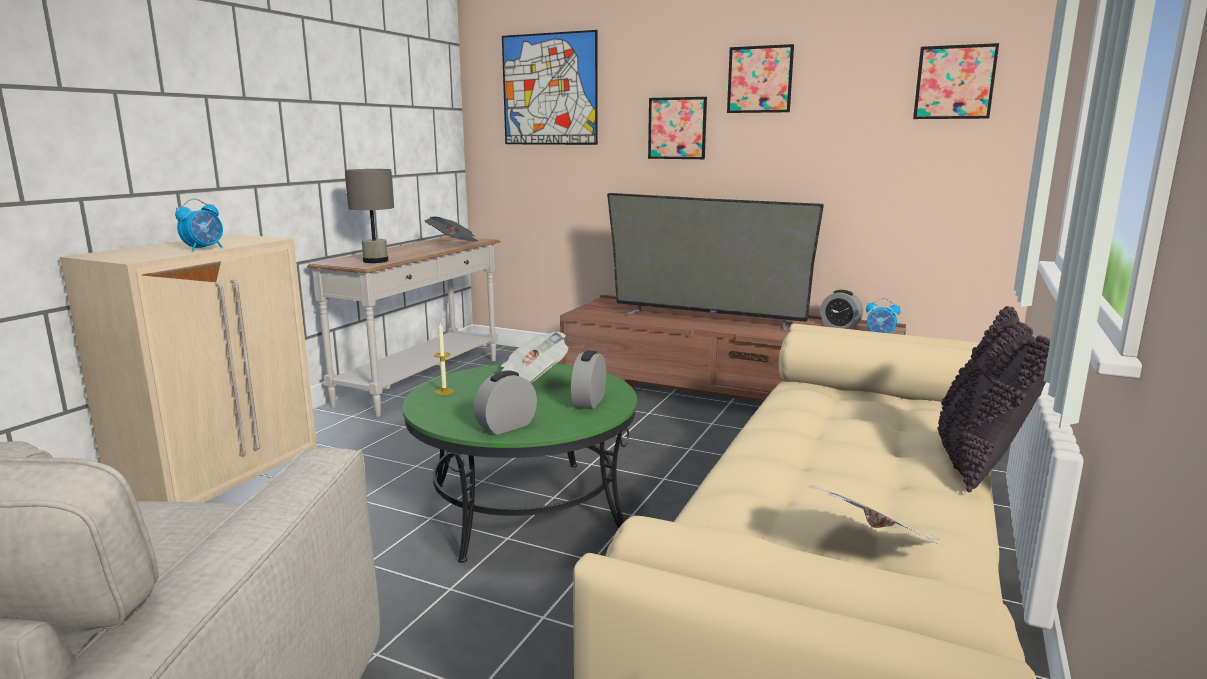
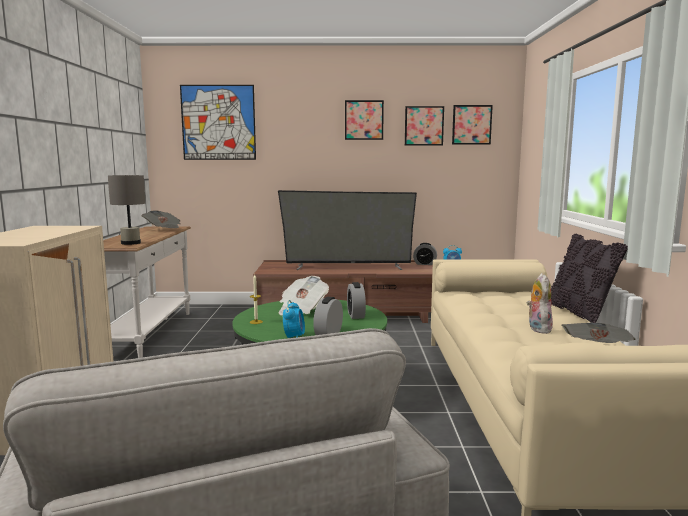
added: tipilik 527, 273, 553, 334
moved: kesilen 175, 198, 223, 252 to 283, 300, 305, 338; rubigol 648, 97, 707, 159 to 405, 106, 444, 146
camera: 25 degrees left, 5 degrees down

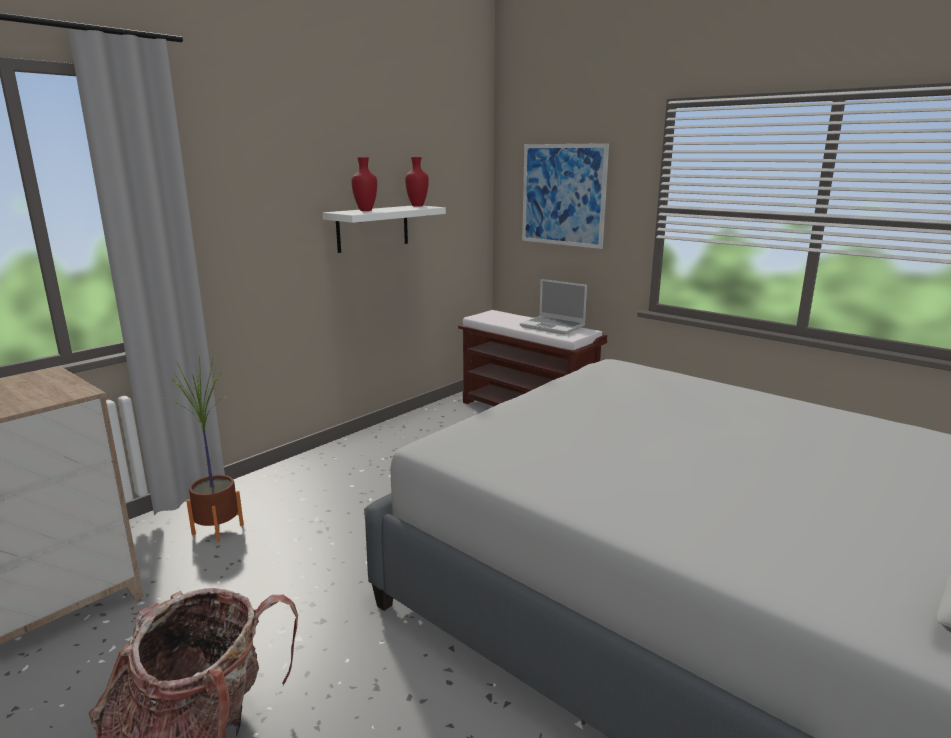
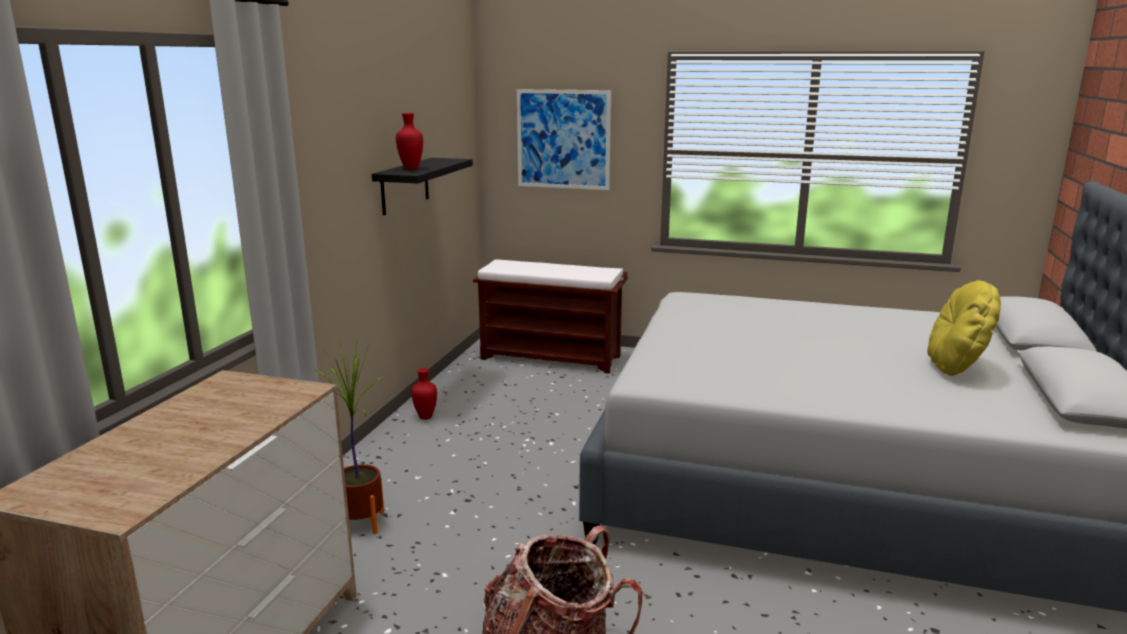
removed: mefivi 520, 279, 587, 335
added: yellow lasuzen 927, 280, 1001, 376
moved: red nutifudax 405, 157, 429, 207 to 411, 368, 437, 420
recoloured: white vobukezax 323, 206, 446, 253 to black vobukezax 372, 158, 473, 215
camera: 25 degrees left, 0 degrees up

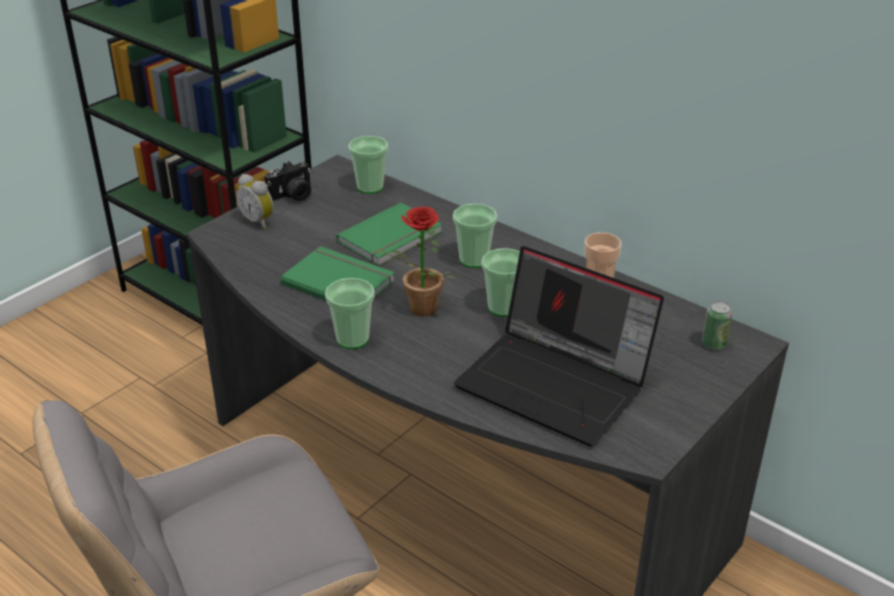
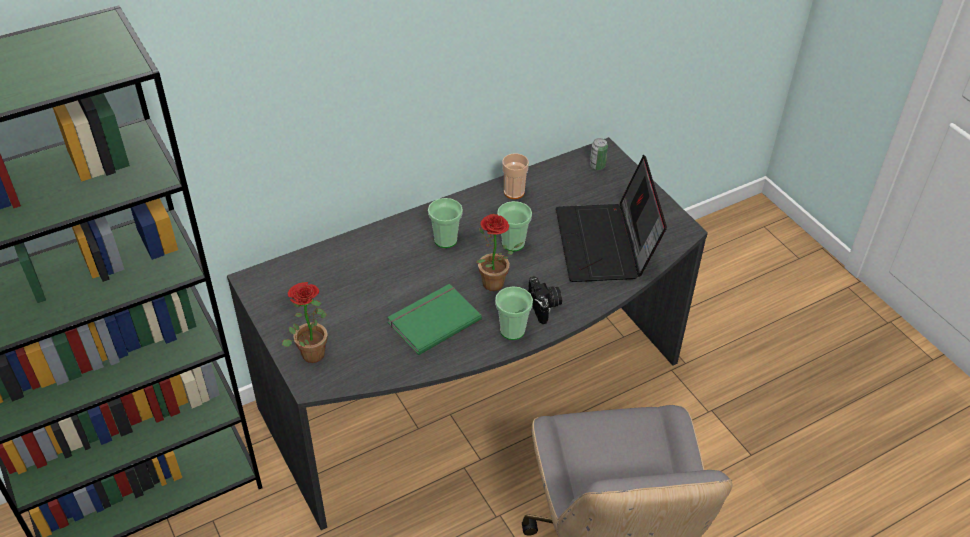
removed: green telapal 336, 203, 443, 266; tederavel 348, 136, 388, 194
moved: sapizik 264, 161, 311, 202 to 528, 276, 562, 324
replaced: kesilen 236, 174, 274, 229 to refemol 282, 282, 328, 363
turned: mefivi 454, 246, 664, 446 = 556, 155, 667, 282 120 degrees clockwise
camera: 70 degrees left, 10 degrees up

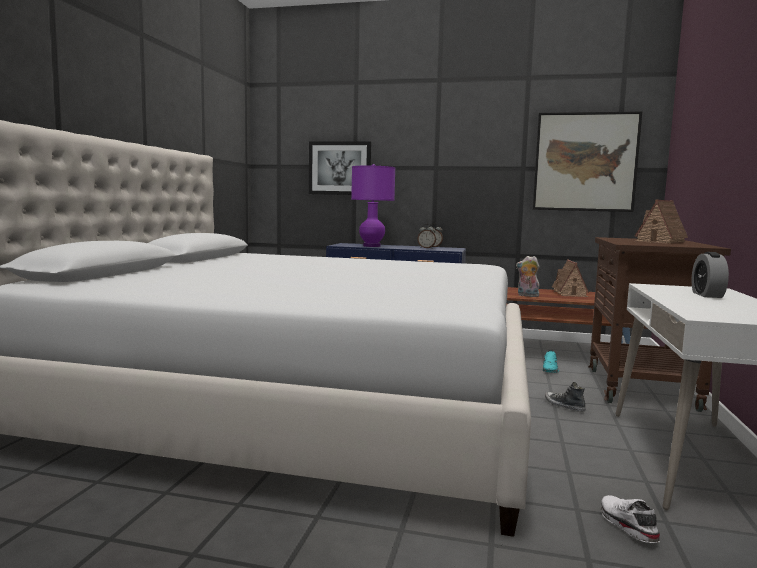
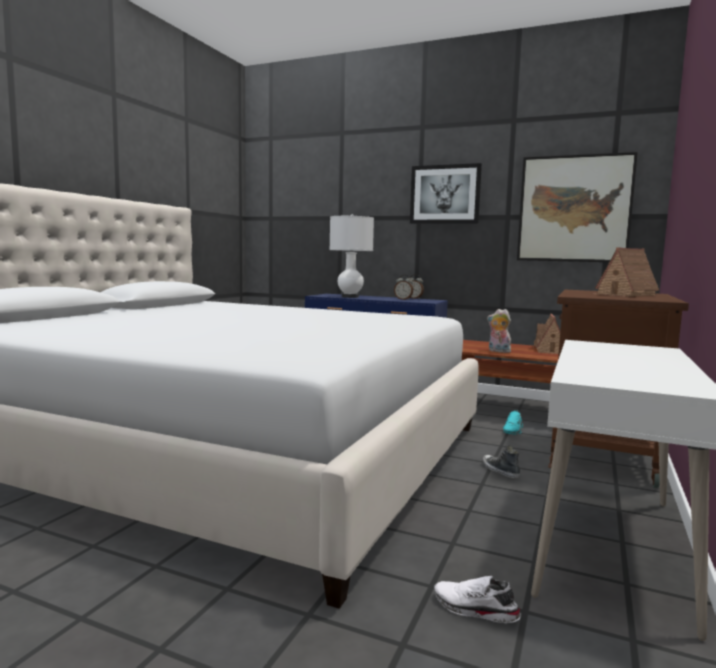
removed: kesilen 691, 252, 729, 298
moved: rubigol 309, 141, 371, 195 to 410, 163, 482, 224
recoloured: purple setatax 351, 164, 395, 247 to white setatax 329, 214, 374, 298
turned: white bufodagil 601, 495, 660, 543 = 434, 576, 521, 623 60 degrees counterclockwise
camera: 10 degrees right, 0 degrees up

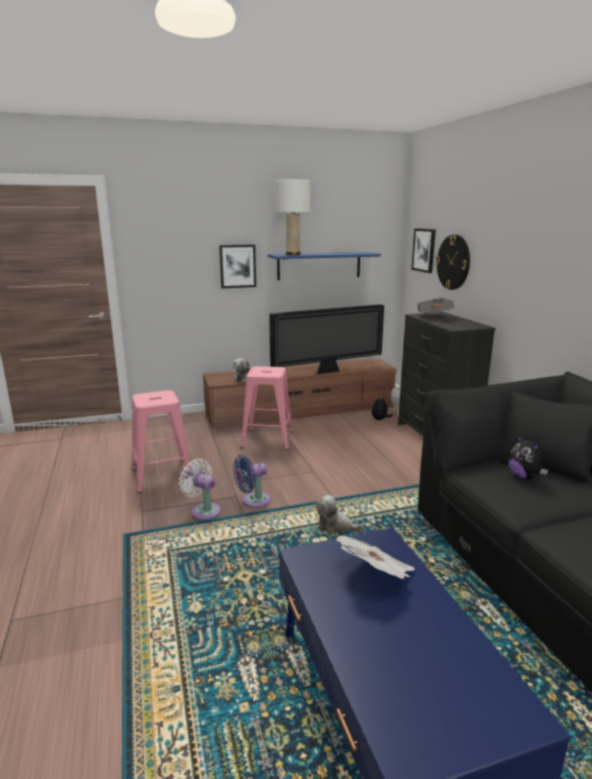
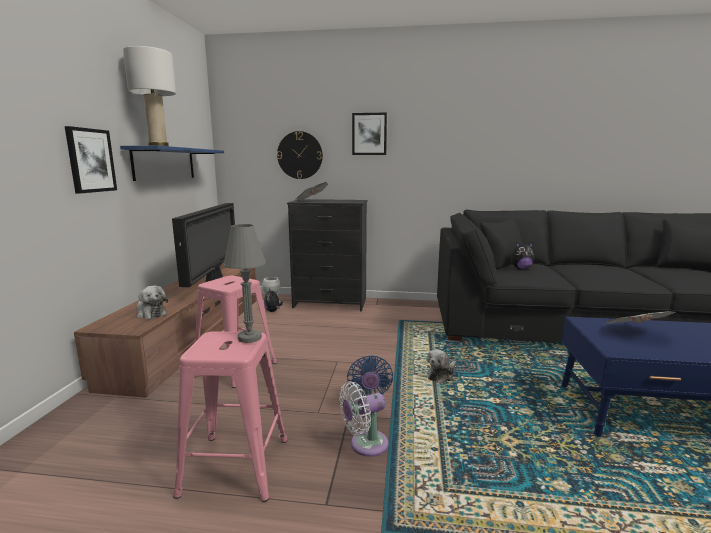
added: grey setatax 223, 224, 266, 343
moved: rubigol 411, 228, 436, 273 to 352, 112, 387, 155
camera: 65 degrees left, 5 degrees down

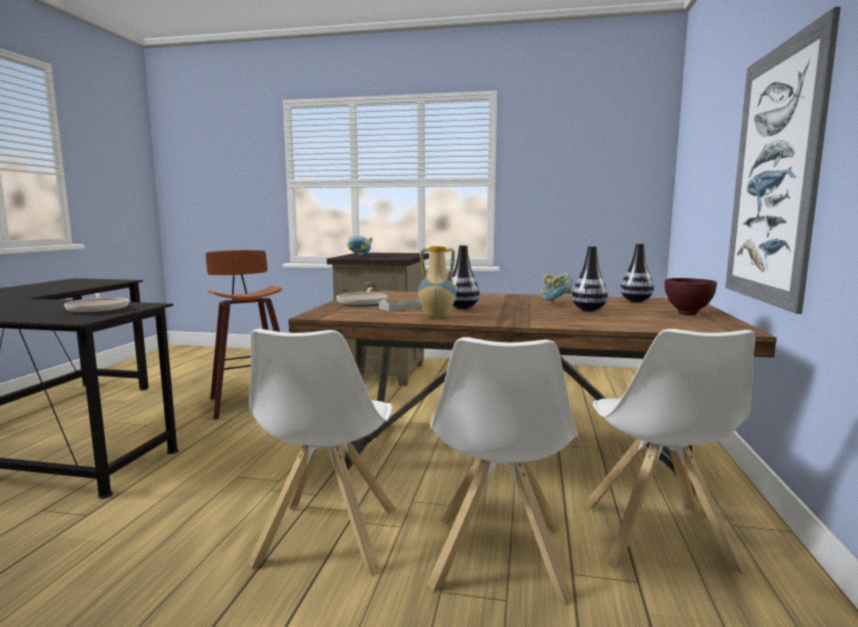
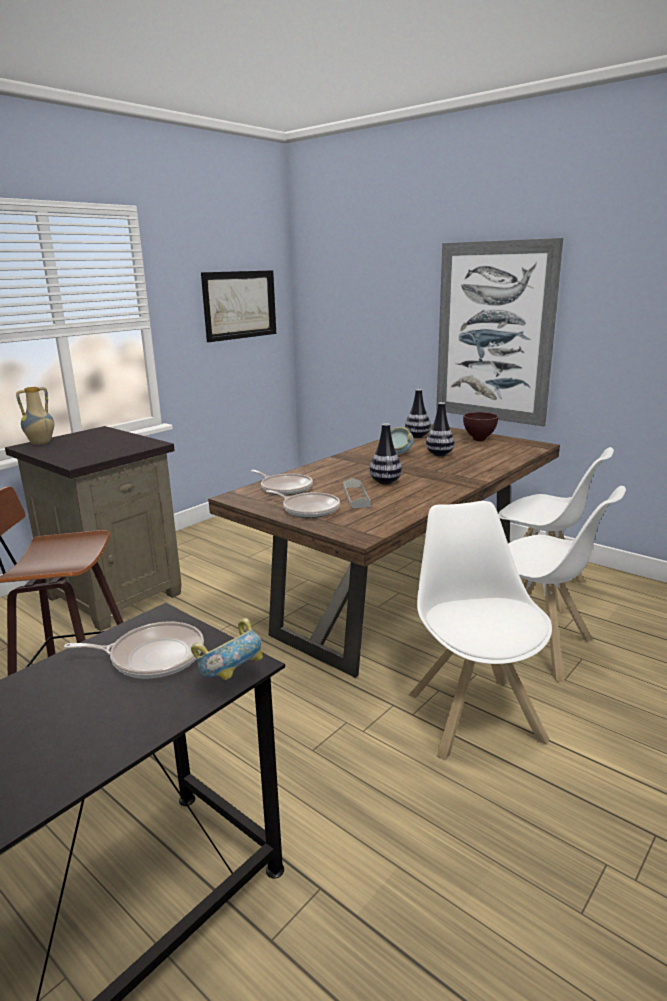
added: rubigol 201, 270, 276, 342; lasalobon 251, 470, 313, 495
moved: nutifudax 418, 246, 456, 318 to 16, 387, 54, 445; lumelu 347, 236, 372, 256 to 191, 618, 263, 680
turned: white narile 248, 329, 396, 575 = 408, 501, 552, 760 135 degrees counterclockwise
camera: 60 degrees left, 10 degrees up

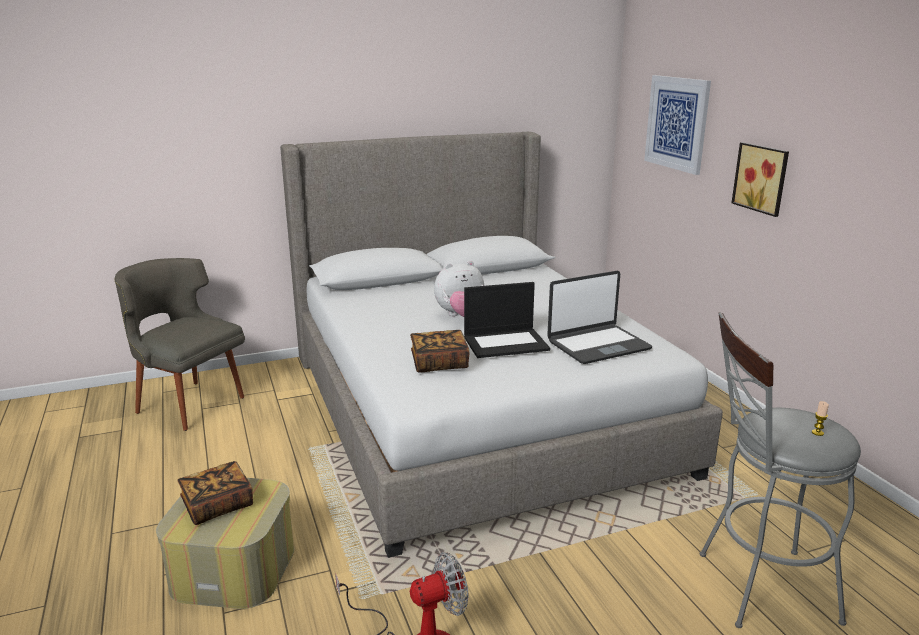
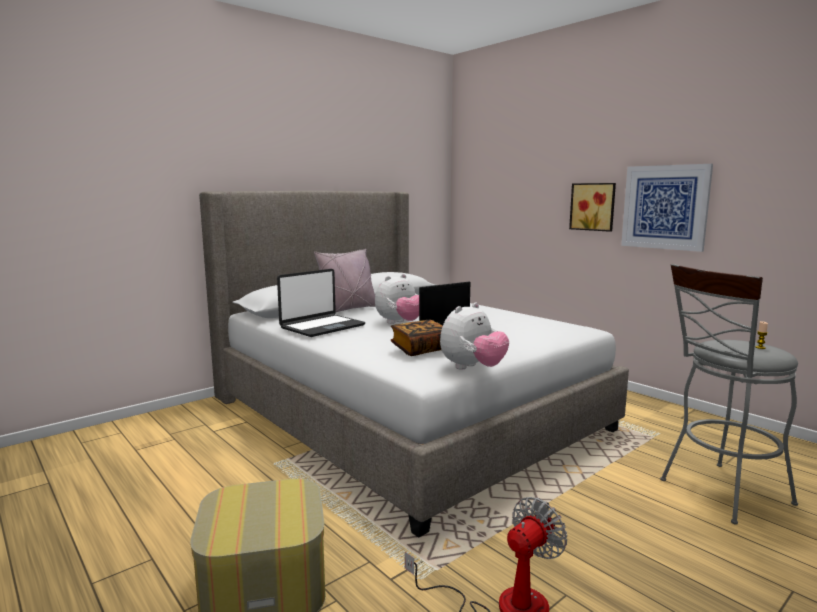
removed: grey narile 114, 258, 245, 431; telapal 177, 461, 253, 525
added: purple lasuzen 314, 249, 376, 312; tipilik 440, 303, 509, 370
moved: mefivi 547, 271, 652, 364 to 277, 269, 365, 337; rubigol 644, 75, 711, 175 to 621, 164, 713, 252
camera: 20 degrees left, 10 degrees down

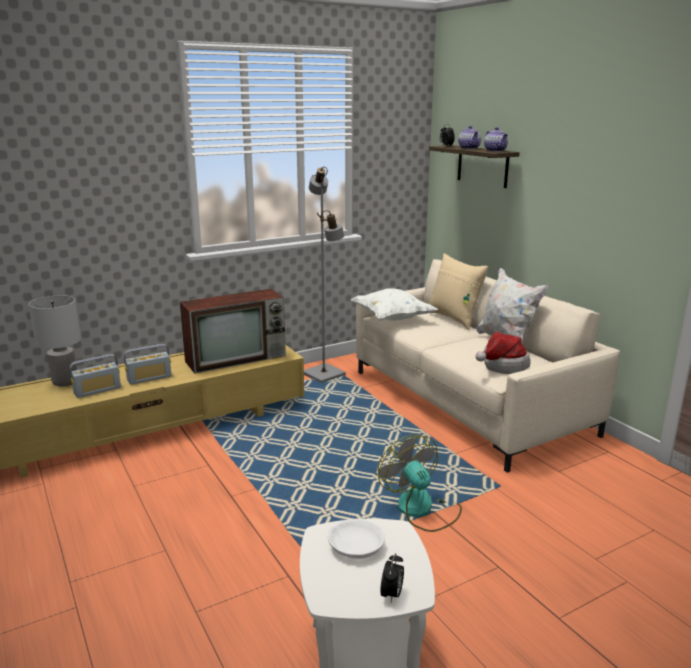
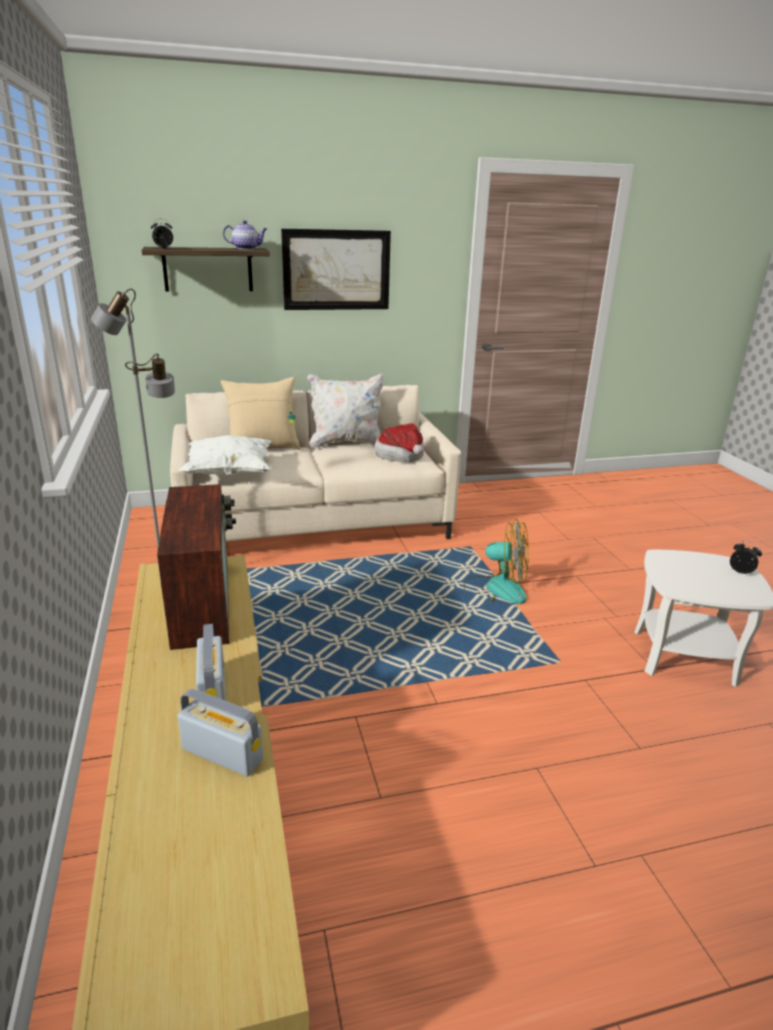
removed: grey setatax 29, 295, 81, 387; white lumelu 328, 519, 385, 559; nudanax 458, 126, 481, 149
added: rubigol 281, 229, 391, 310
turned: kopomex 70, 354, 121, 398 = 178, 689, 263, 776 45 degrees counterclockwise; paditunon 378, 435, 462, 532 = 464, 519, 529, 604 150 degrees counterclockwise
camera: 75 degrees left, 5 degrees up

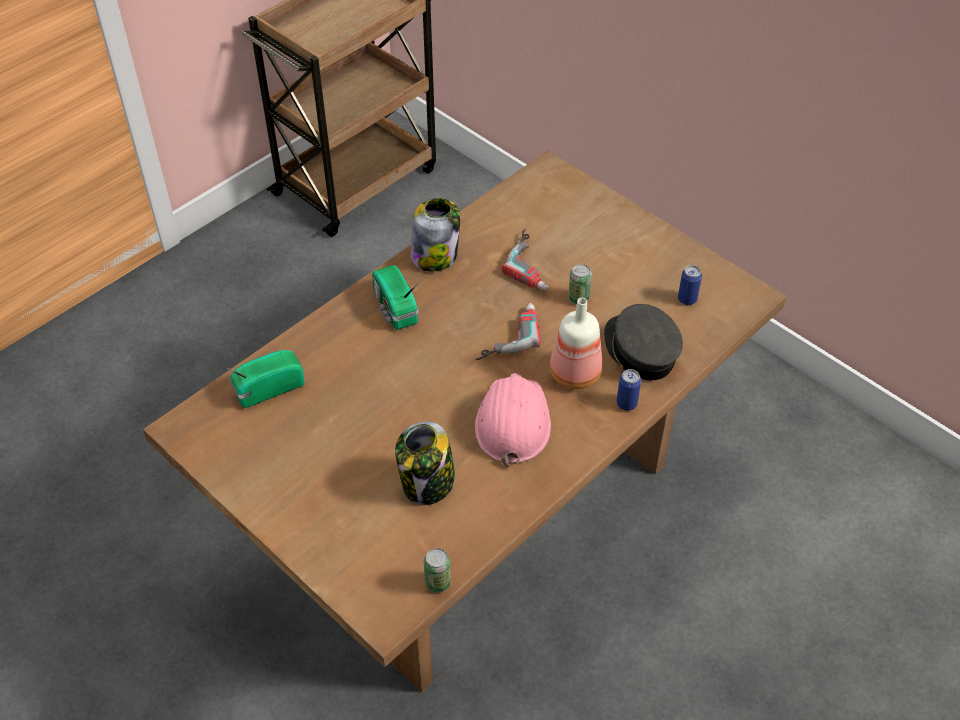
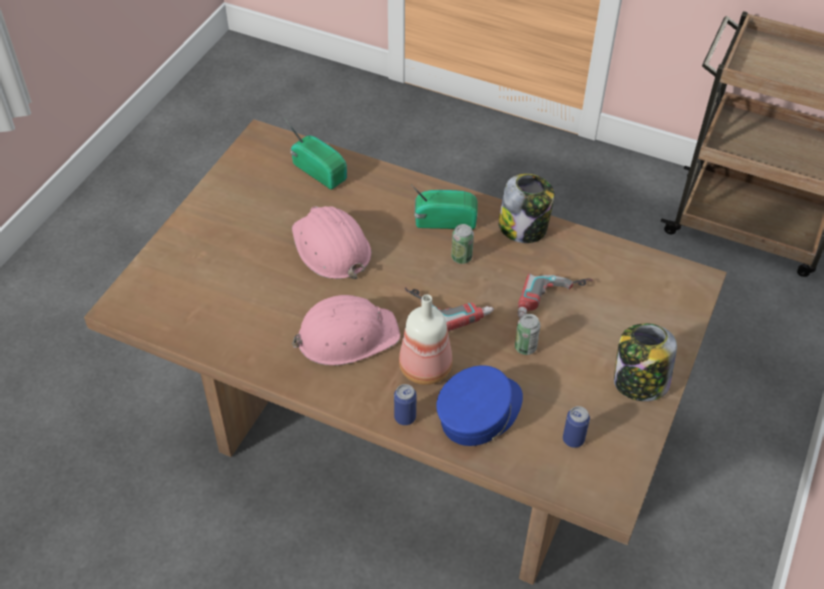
added: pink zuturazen 292, 206, 371, 279
moved: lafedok 424, 548, 451, 593 to 451, 224, 474, 264; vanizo 395, 422, 455, 505 to 614, 324, 677, 401
recoloured: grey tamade 604, 304, 683, 380 to blue tamade 436, 365, 523, 446
turned: kopomex 372, 265, 418, 330 = 411, 184, 478, 229 45 degrees clockwise
camera: 70 degrees right, 0 degrees up

